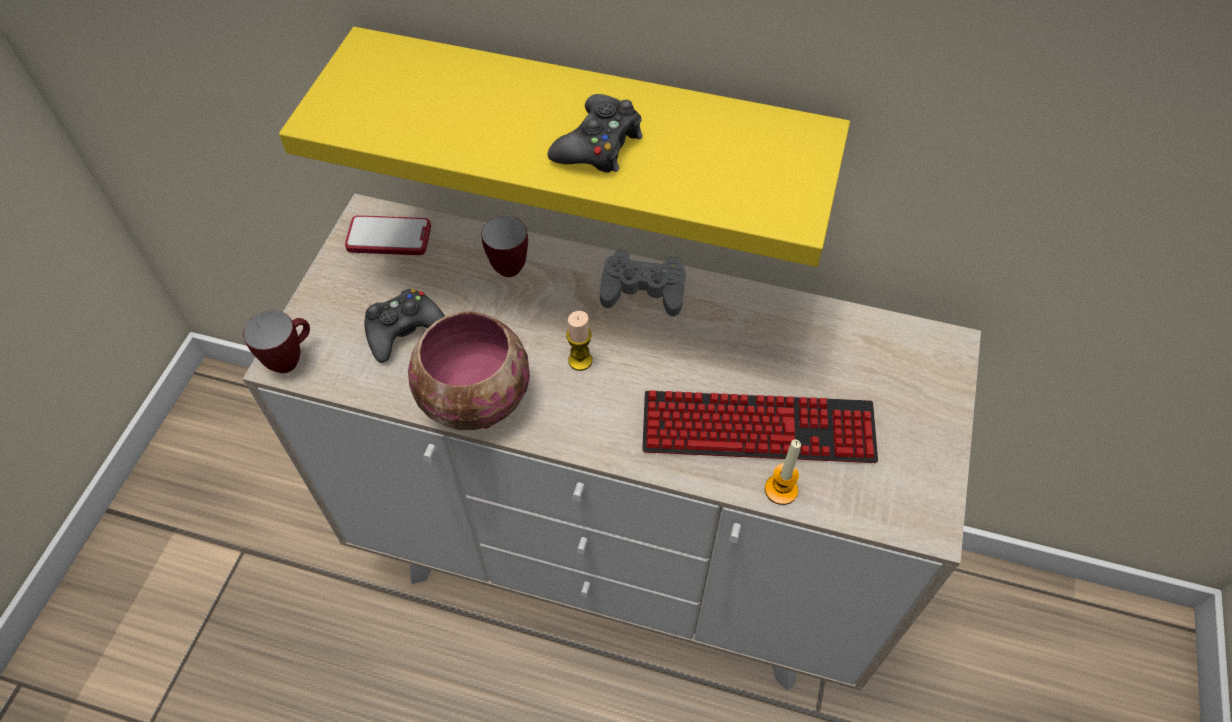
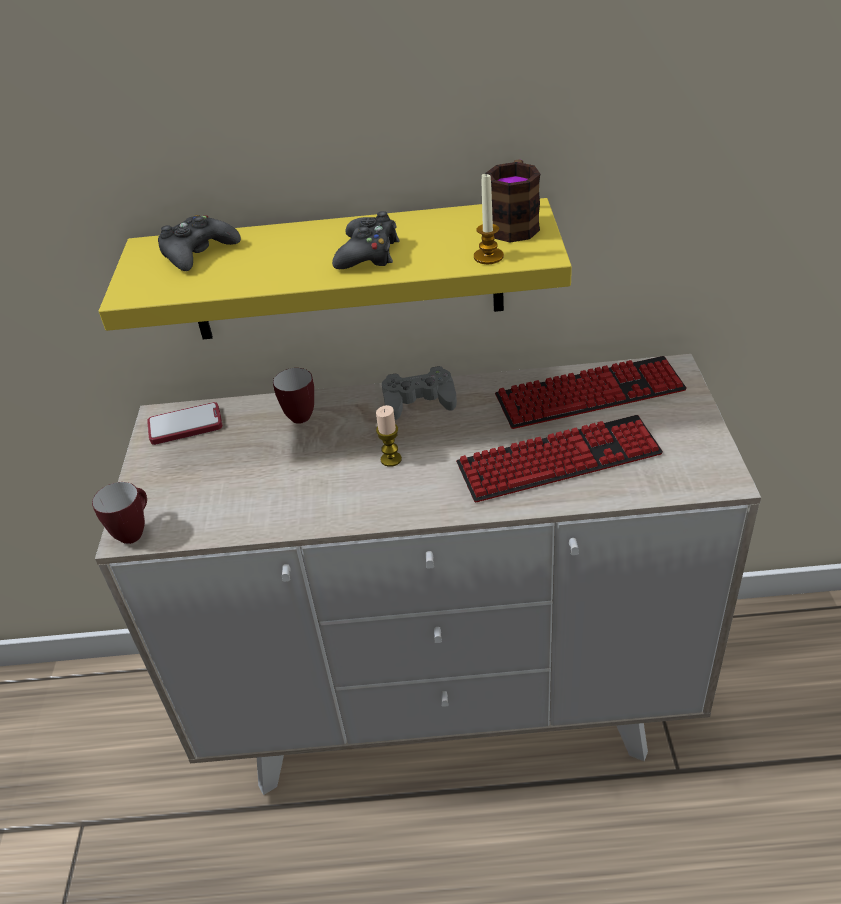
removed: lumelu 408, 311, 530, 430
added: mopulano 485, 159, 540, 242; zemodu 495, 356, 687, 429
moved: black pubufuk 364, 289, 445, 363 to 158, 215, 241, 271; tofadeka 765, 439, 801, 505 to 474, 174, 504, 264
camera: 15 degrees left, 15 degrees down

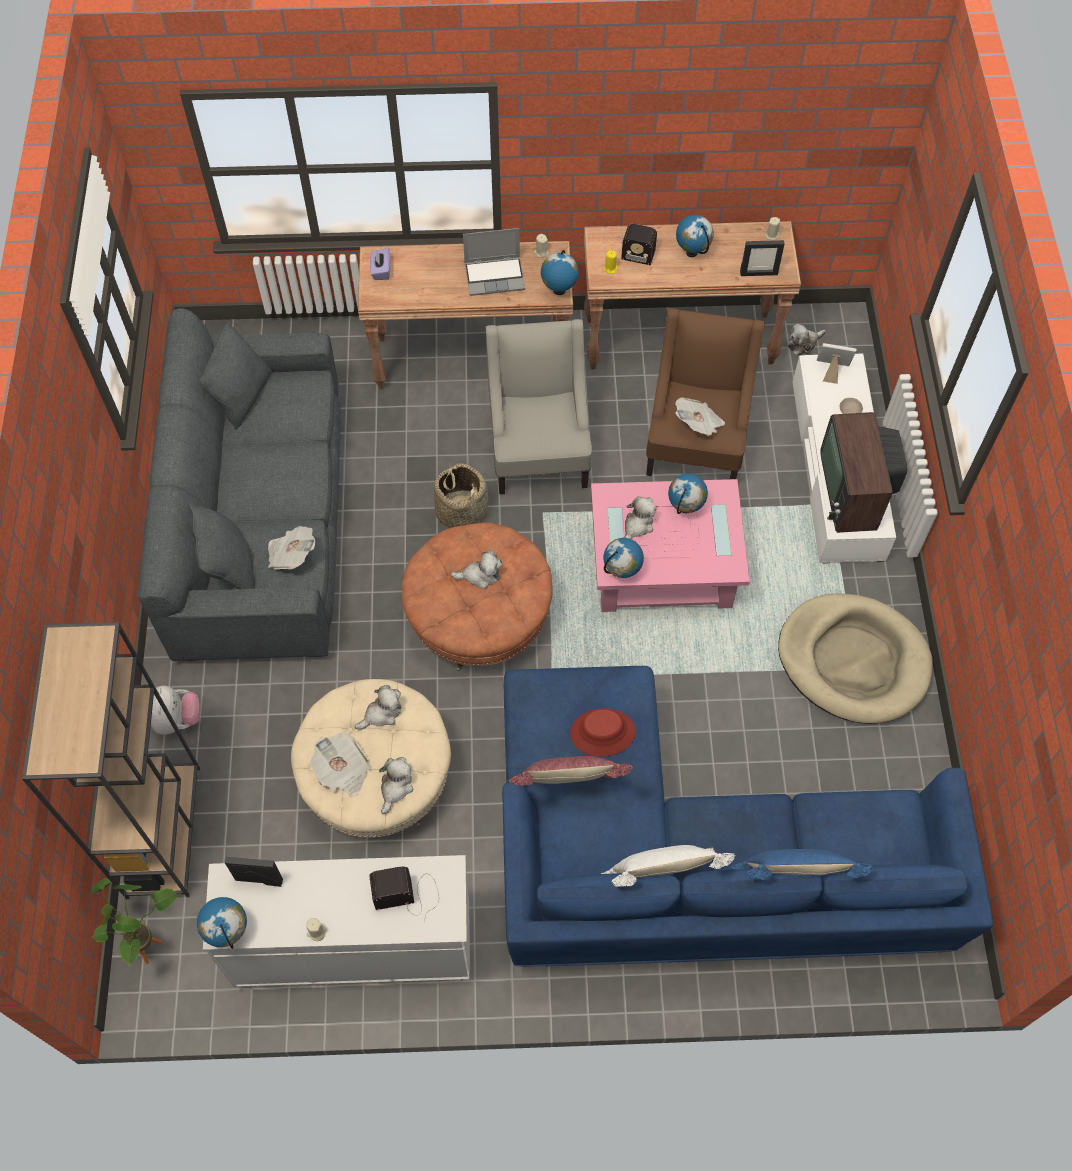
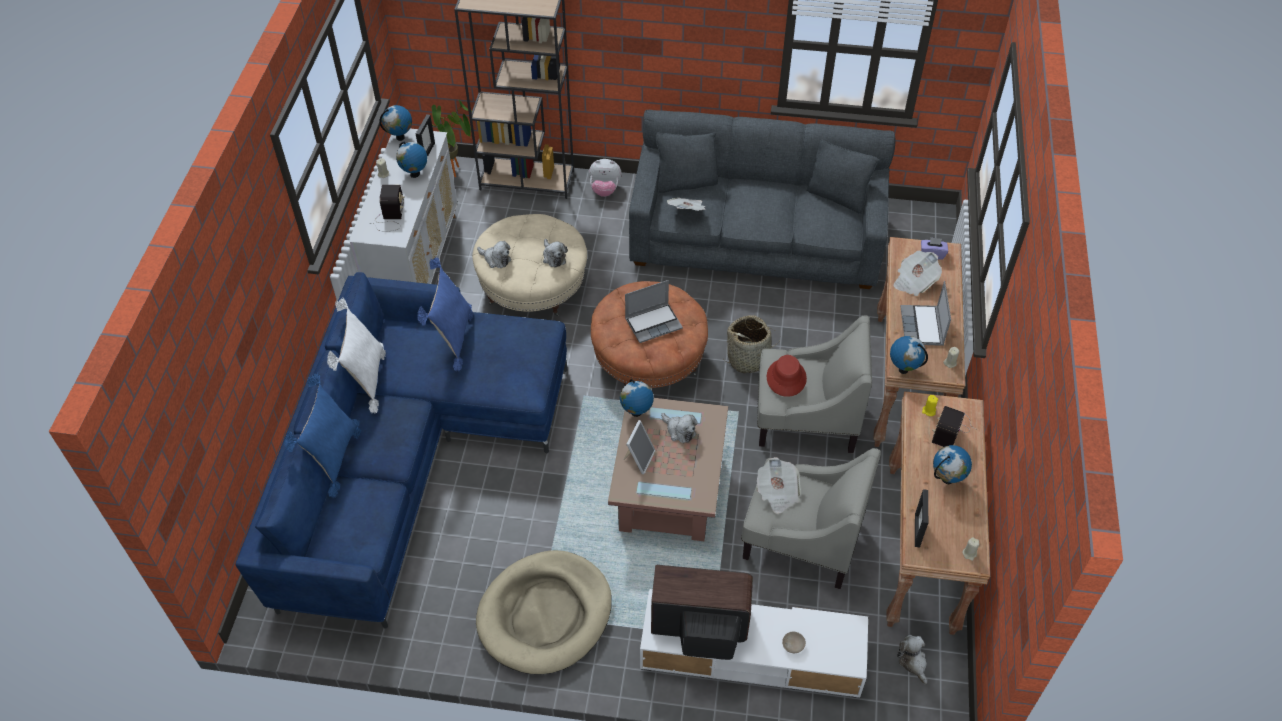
moved: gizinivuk 668, 474, 708, 514 to 396, 141, 427, 178; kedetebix 817, 343, 857, 384 to 624, 420, 656, 474; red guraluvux 570, 708, 636, 757 to 767, 355, 807, 397; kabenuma 310, 733, 372, 797 to 893, 251, 942, 296
replaced: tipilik 451, 550, 502, 589 to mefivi 625, 280, 683, 343
recoloured: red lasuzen 509, 756, 633, 786 to blue lasuzen 417, 256, 474, 371; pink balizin 591, 479, 750, 612 to brown balizin 608, 398, 728, 541; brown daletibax 646, 308, 765, 479 to grey daletibax 741, 448, 881, 589
camera: 100 degrees right, 10 degrees down

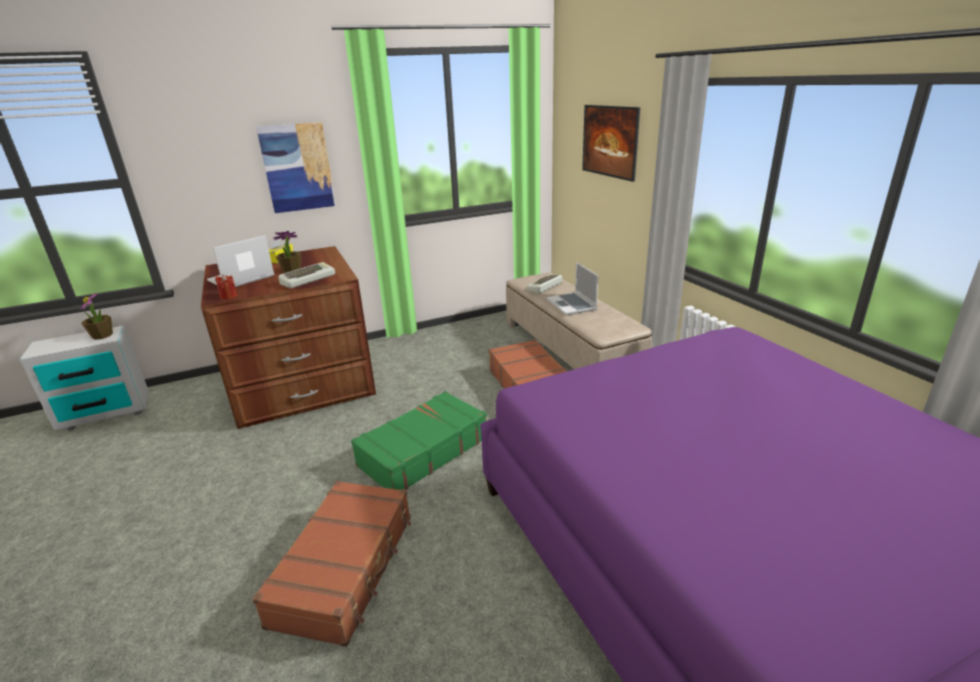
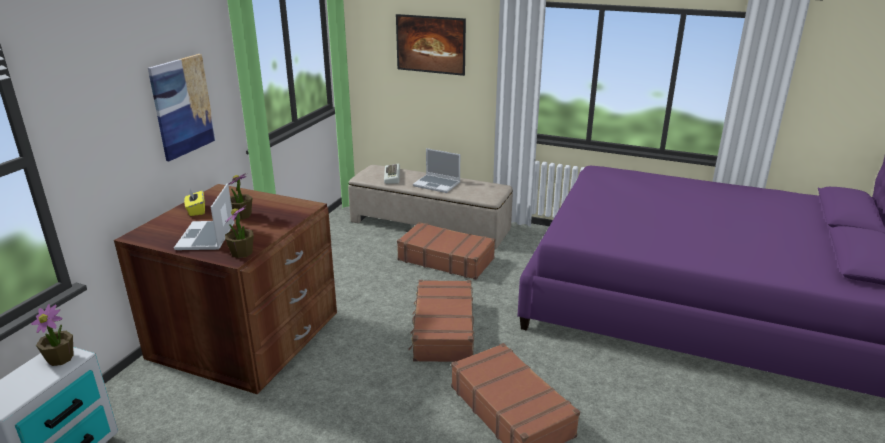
removed: zemodu 278, 262, 335, 288
replaced: red tofadeka 215, 274, 237, 300 to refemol 225, 205, 254, 258
recoloured: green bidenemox 351, 391, 487, 490 to brown bidenemox 409, 280, 474, 362
camera: 45 degrees left, 0 degrees up

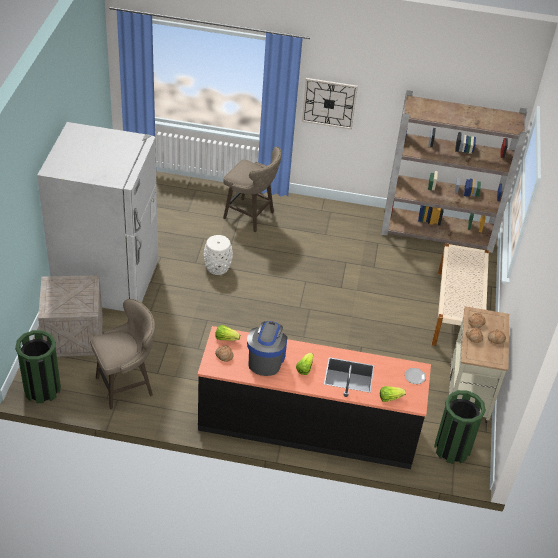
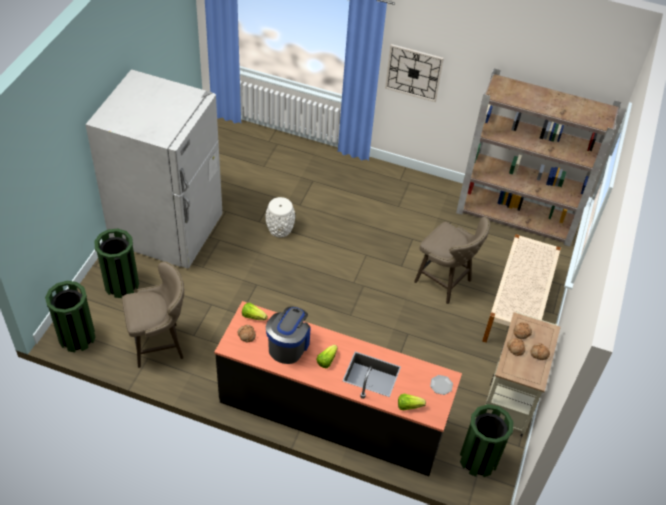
moved: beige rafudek 223, 147, 282, 232 to 414, 217, 490, 304
replaced: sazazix 38, 275, 103, 357 to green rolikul 95, 229, 139, 298
camera: 10 degrees right, 5 degrees up

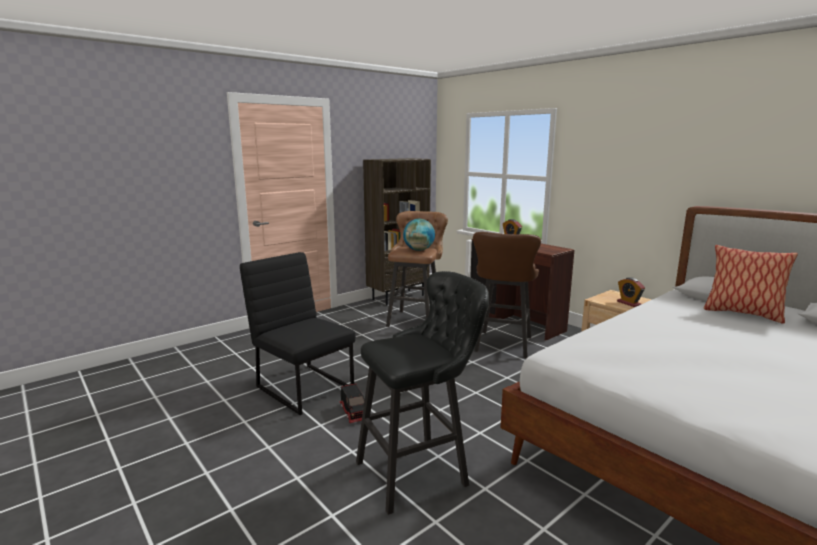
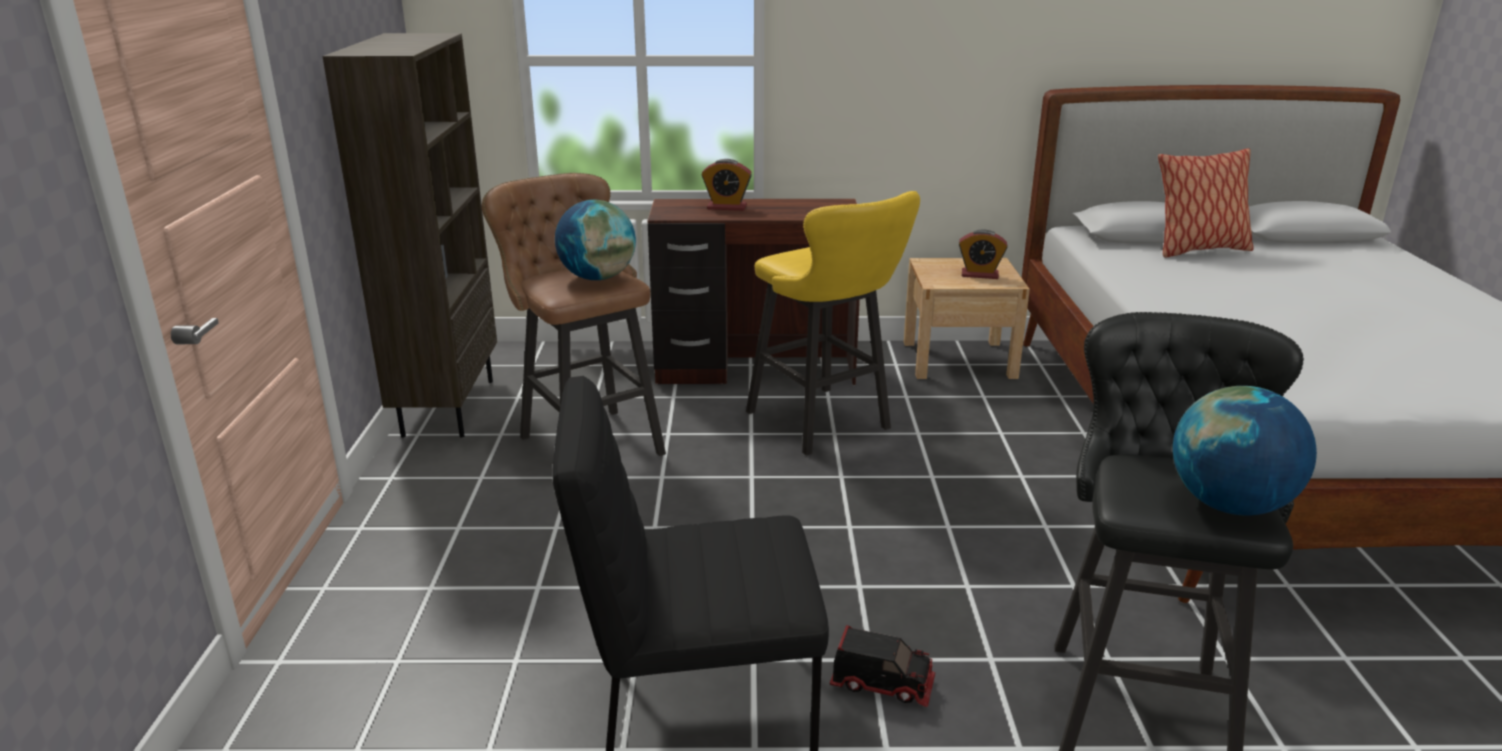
added: gizinivuk 1173, 386, 1317, 516
recoloured: brown rafudek 473, 232, 541, 358 to yellow rafudek 746, 191, 920, 456
camera: 50 degrees left, 10 degrees up

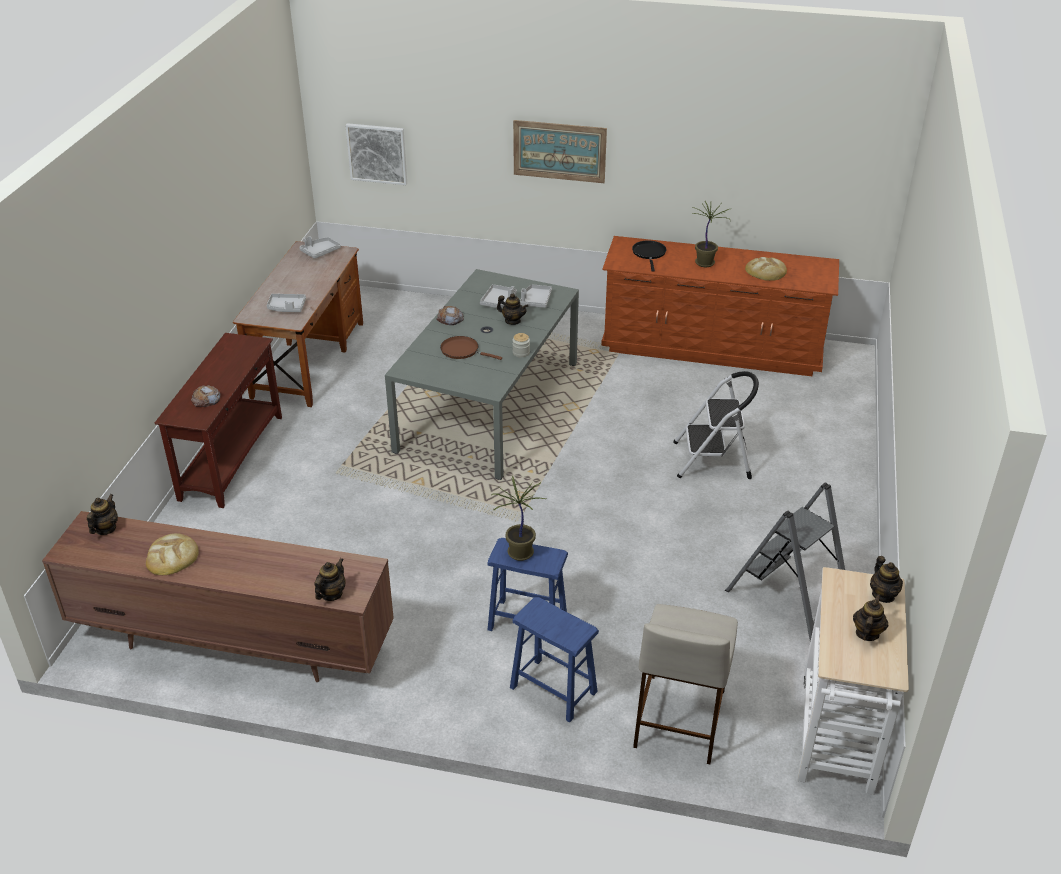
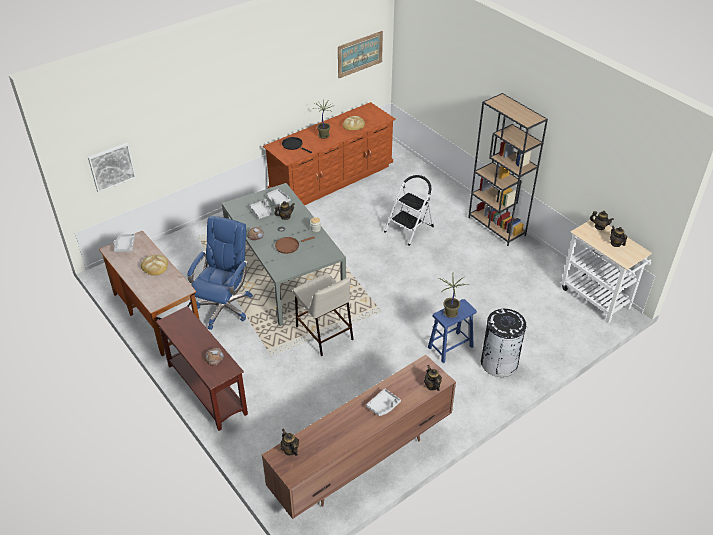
removed: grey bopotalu 725, 482, 845, 641
added: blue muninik 187, 216, 253, 330; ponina 468, 93, 548, 246
moved: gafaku 146, 533, 199, 575 to 141, 255, 168, 276; beige rafudek 633, 604, 738, 764 to 293, 274, 354, 356; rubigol 513, 120, 607, 183 to 338, 31, 383, 78; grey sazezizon 267, 293, 306, 312 to 366, 388, 401, 416
replaced: blue rafudek 510, 597, 599, 722 to black rolikul 481, 309, 528, 377
camera: 50 degrees left, 5 degrees up

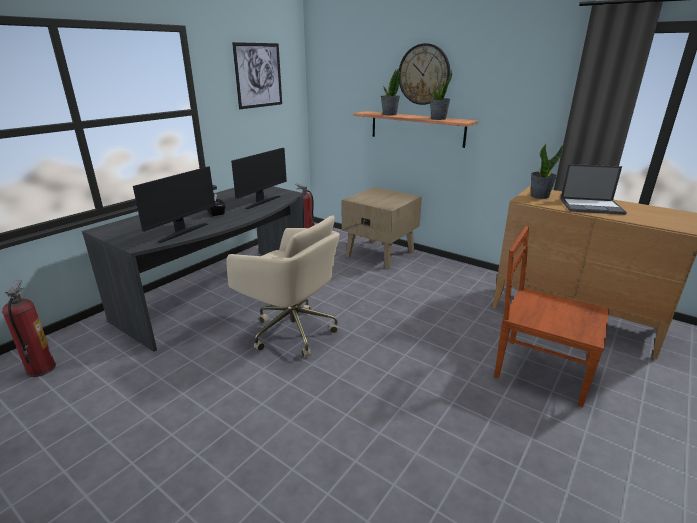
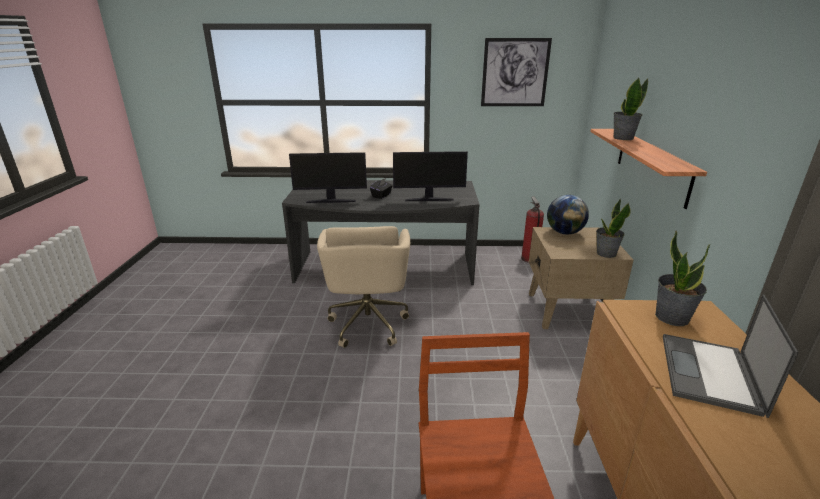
removed: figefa 2, 280, 56, 377; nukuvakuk 399, 43, 450, 105
added: gizinivuk 547, 195, 589, 235
moved: refemol 430, 69, 452, 120 to 596, 198, 631, 258
turned: mefivi 560, 164, 627, 215 = 663, 295, 799, 418 45 degrees clockwise
camera: 55 degrees right, 0 degrees up

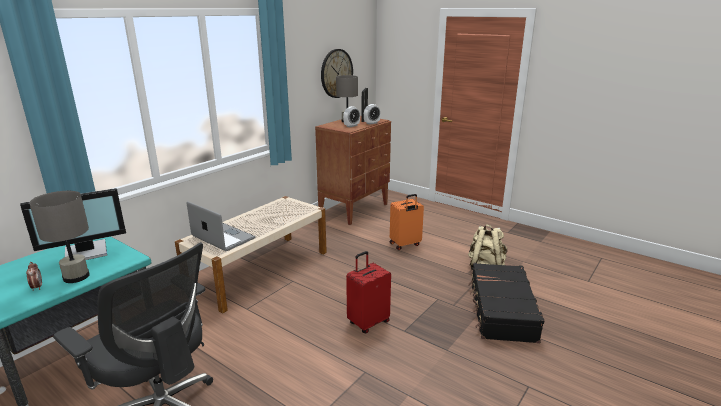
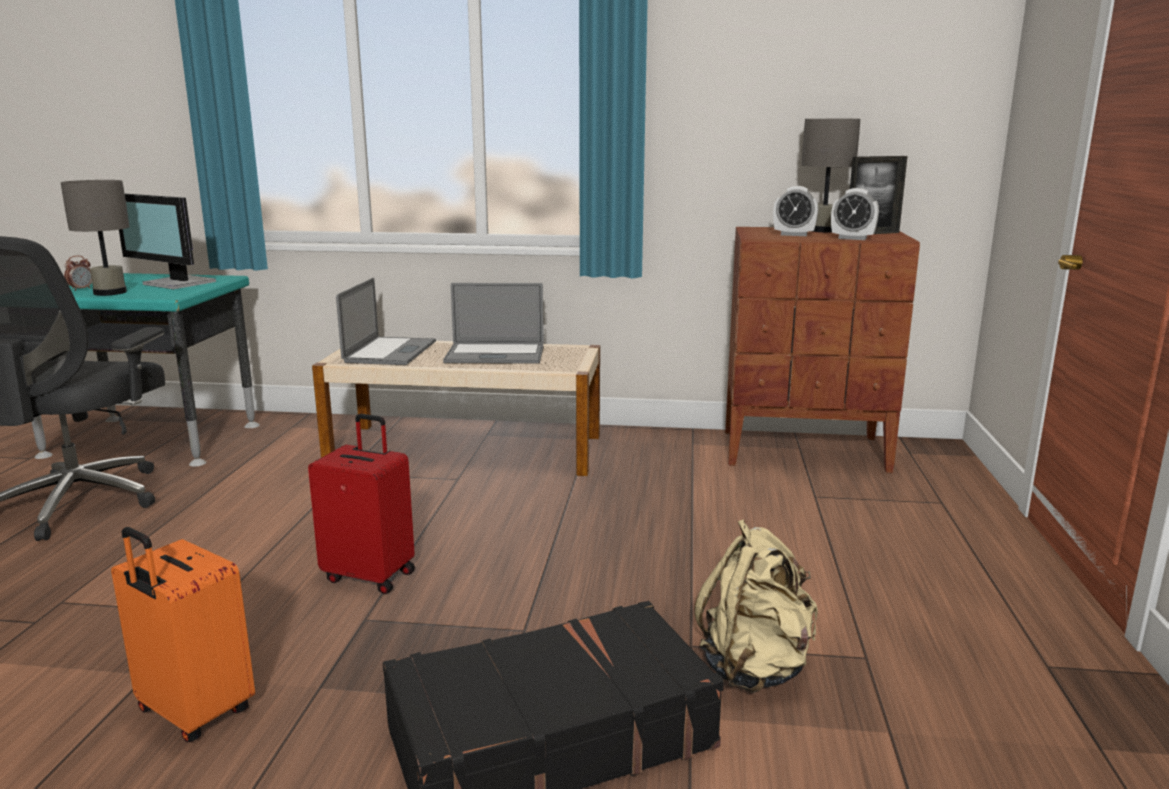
removed: nukuvakuk 321, 49, 353, 98
added: mefivi 443, 283, 544, 364
moved: orange bidenemox 390, 194, 424, 250 to 111, 527, 255, 742
camera: 60 degrees right, 5 degrees down

